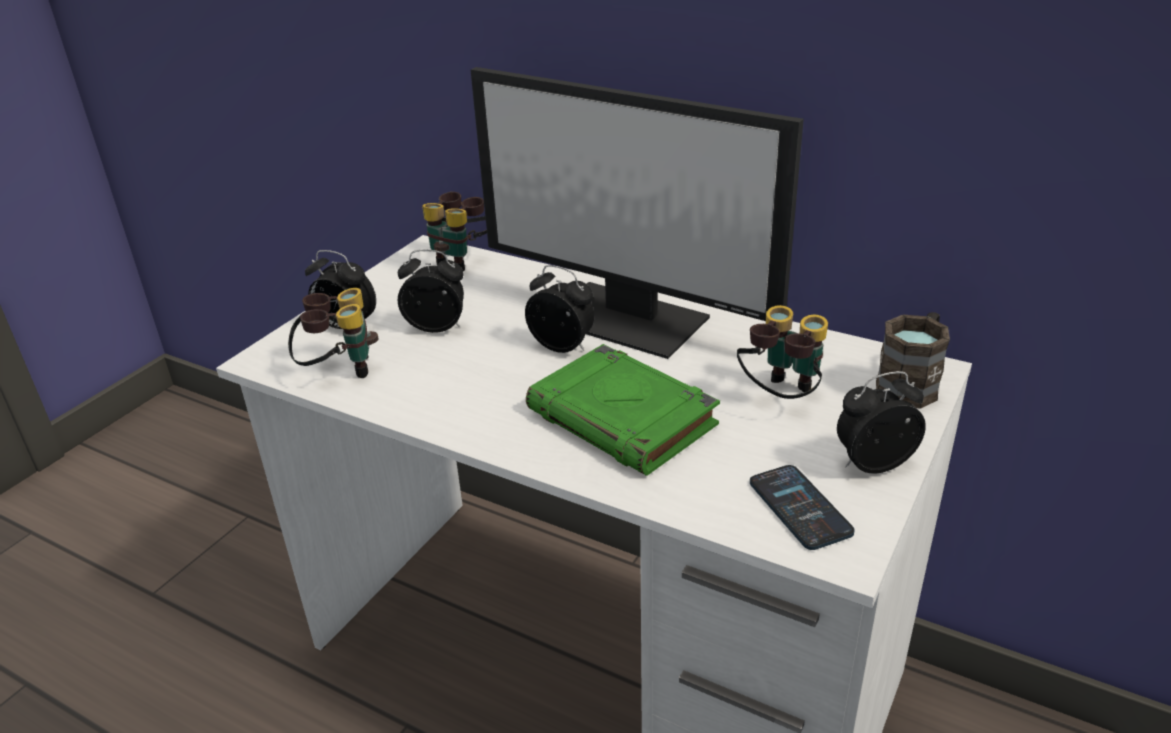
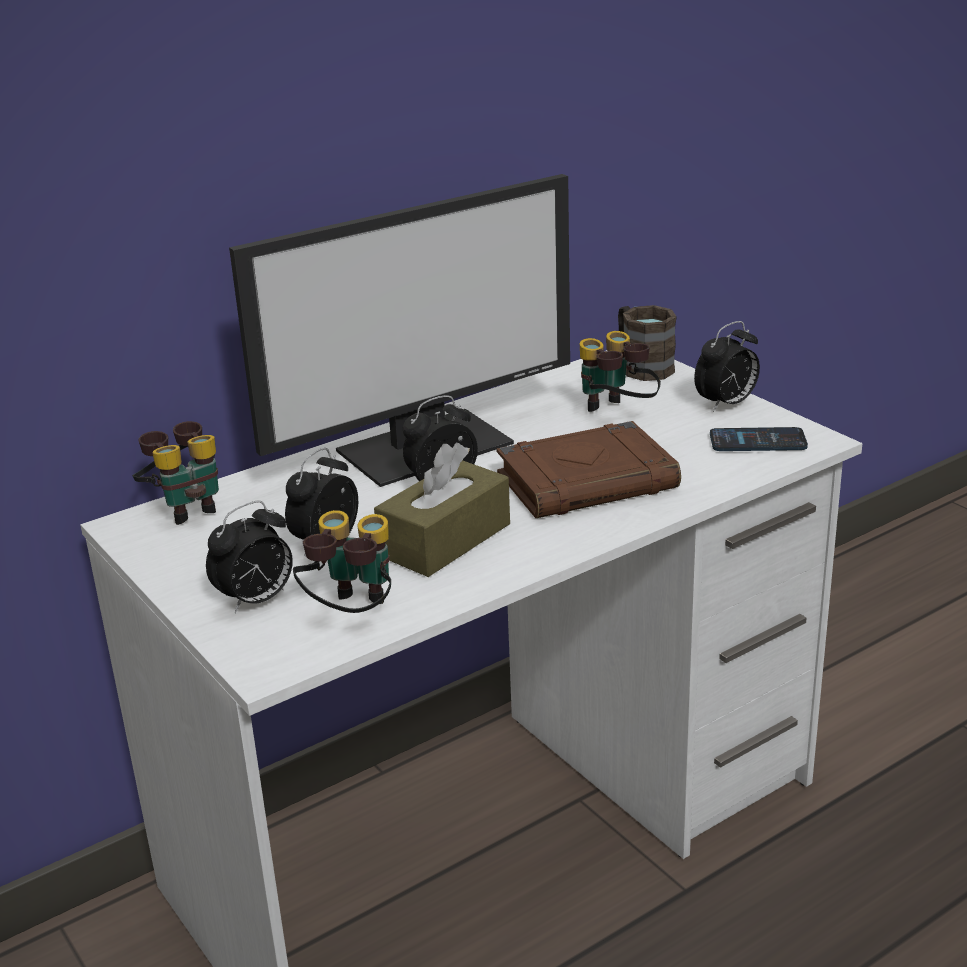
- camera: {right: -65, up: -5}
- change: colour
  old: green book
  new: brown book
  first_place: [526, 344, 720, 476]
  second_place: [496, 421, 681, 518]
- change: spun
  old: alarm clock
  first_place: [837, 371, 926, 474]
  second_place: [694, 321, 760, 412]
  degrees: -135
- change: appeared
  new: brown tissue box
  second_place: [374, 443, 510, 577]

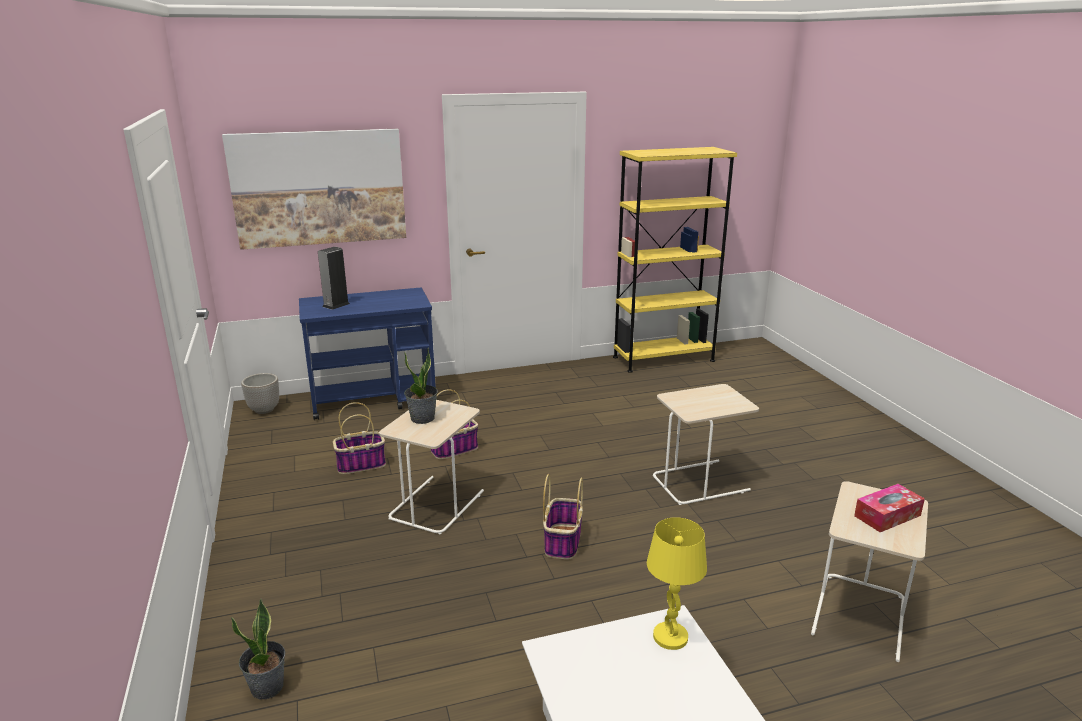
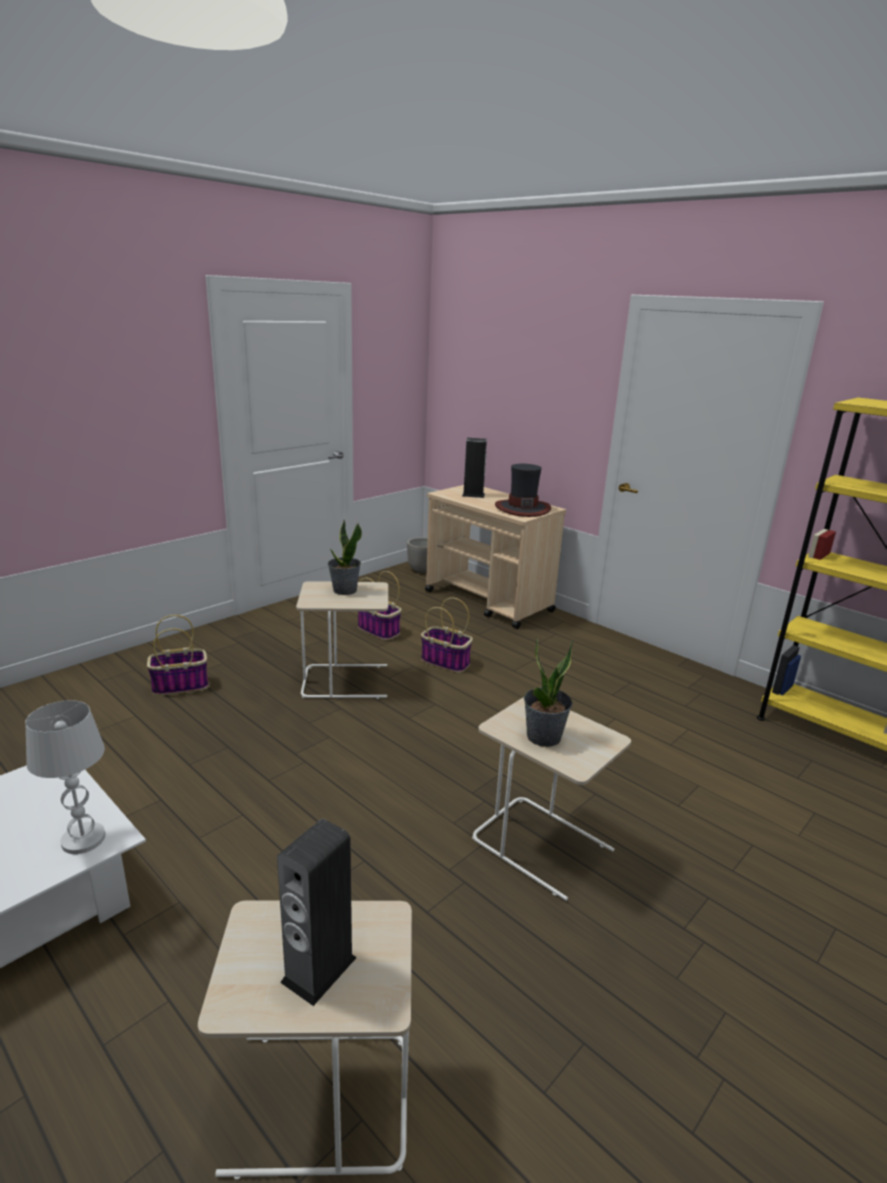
- camera: {right: 60, up: 0}
- change: missing
  old: picture
  first_place: [222, 129, 406, 250]
- change: relocated
  old: potted plant
  first_place: [231, 598, 285, 699]
  second_place: [524, 638, 573, 747]
- change: colour
  old: blue cart
  new: beige cart
  first_place: [299, 288, 437, 420]
  second_place: [425, 485, 566, 629]
- change: relocated
  old: basket
  first_place: [543, 474, 583, 560]
  second_place: [147, 615, 209, 695]
- change: colour
  old: yellow table lamp
  new: white table lamp
  first_place: [647, 517, 707, 650]
  second_place: [26, 700, 105, 854]
- change: exchanged
  old: tissue box
  new: speaker
  first_place: [854, 484, 925, 532]
  second_place: [277, 819, 357, 1006]
- change: appeared
  new: hat
  second_place: [495, 464, 551, 517]

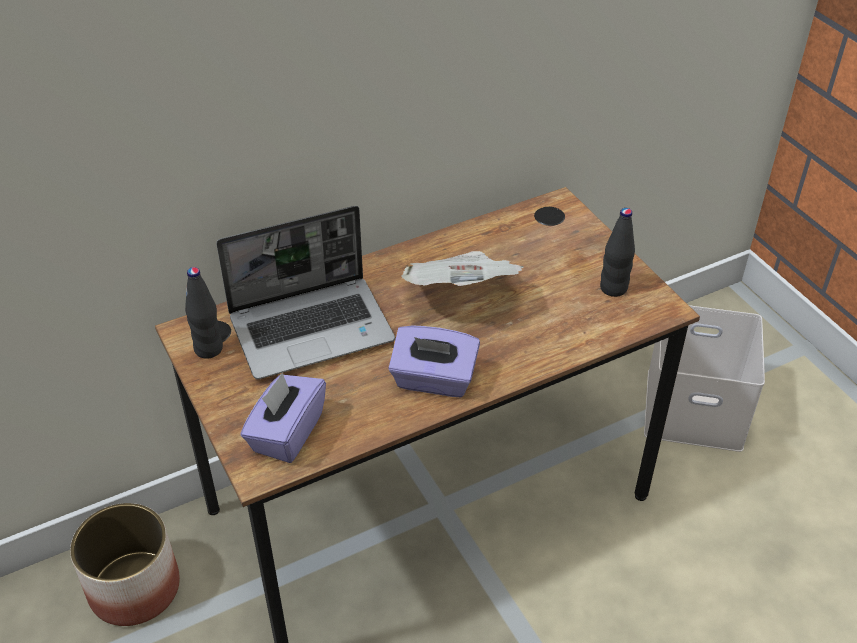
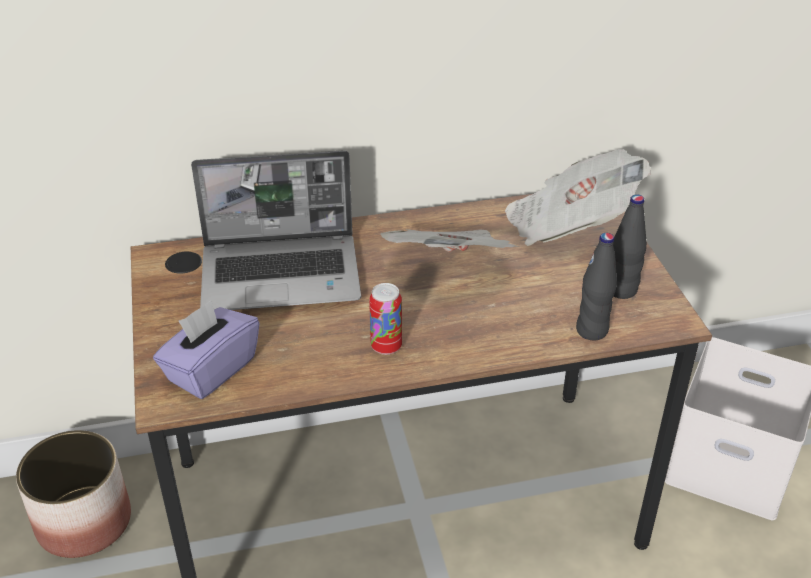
- camera: {right: 15, up: -5}
- change: relocated
  old: black bottle
  first_place: [185, 267, 223, 359]
  second_place: [576, 233, 617, 340]
- change: exchanged
  old: purple tissue box
  new: can
  first_place: [388, 325, 480, 397]
  second_place: [369, 283, 402, 355]
- change: appeared
  new: newspaper
  second_place: [505, 149, 651, 246]

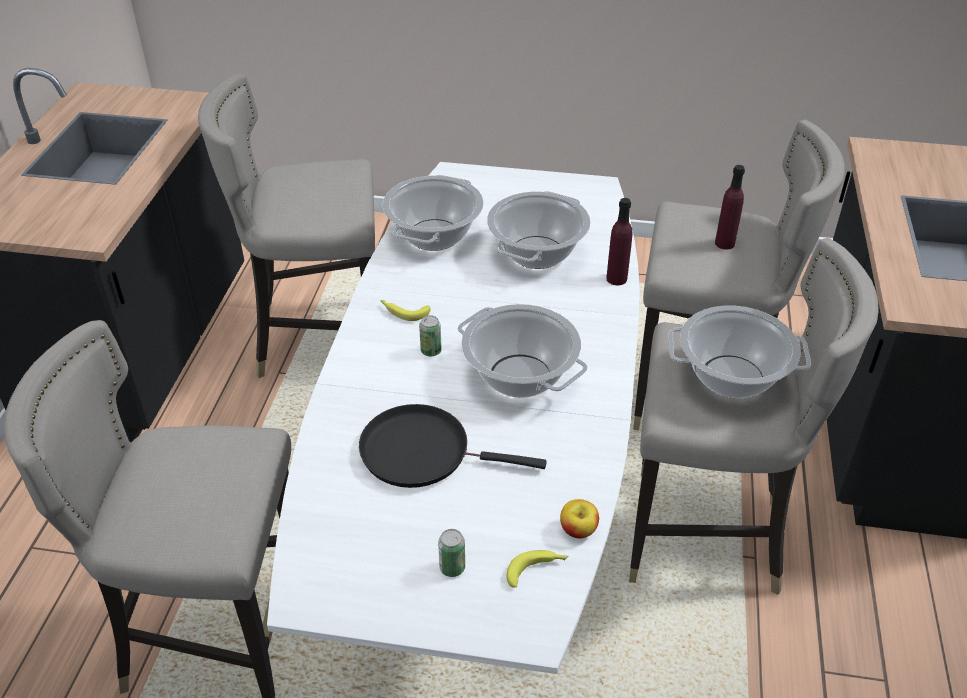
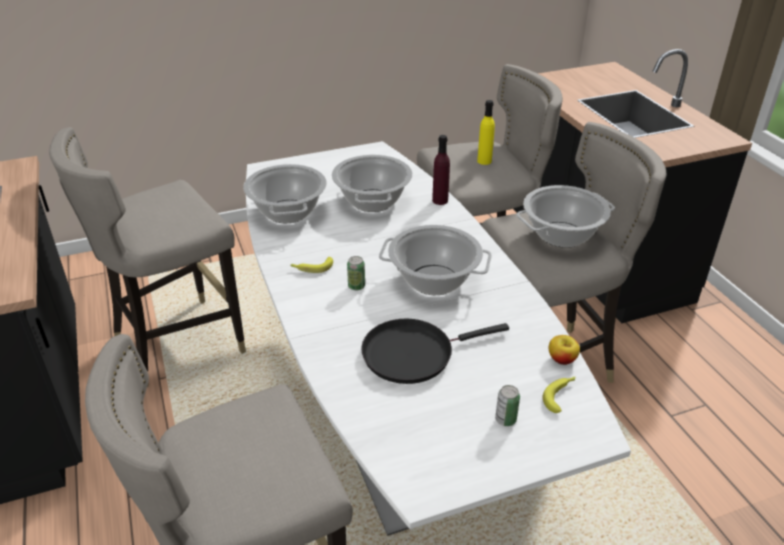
- camera: {right: -30, up: -5}
- change: colour
  old: purple bottle
  new: yellow bottle
  first_place: [715, 165, 745, 249]
  second_place: [477, 100, 495, 165]

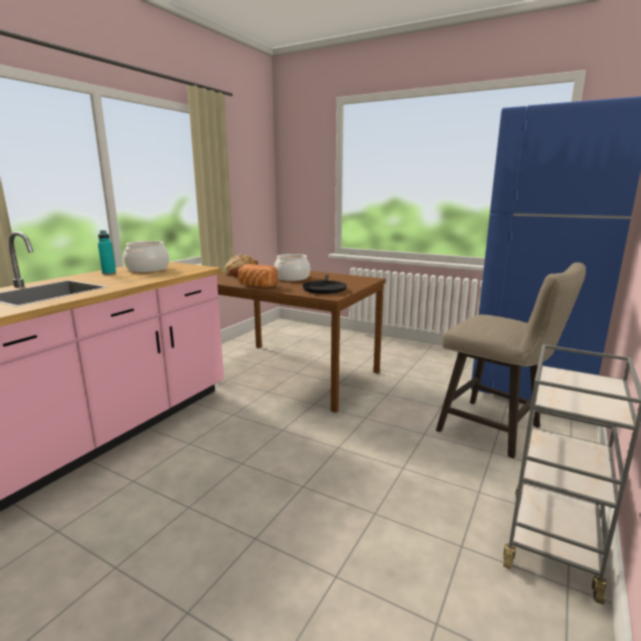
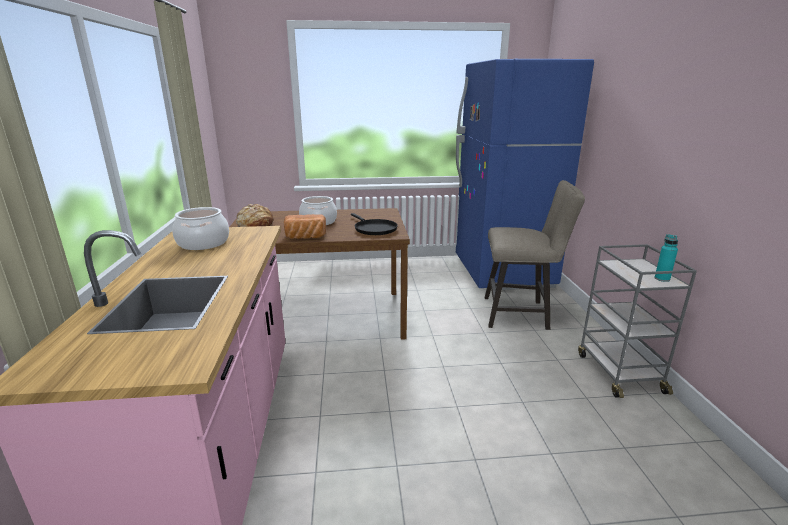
- camera: {right: -35, up: 5}
- change: relocated
  old: turquoise bottle
  first_place: [98, 230, 116, 275]
  second_place: [654, 234, 678, 282]

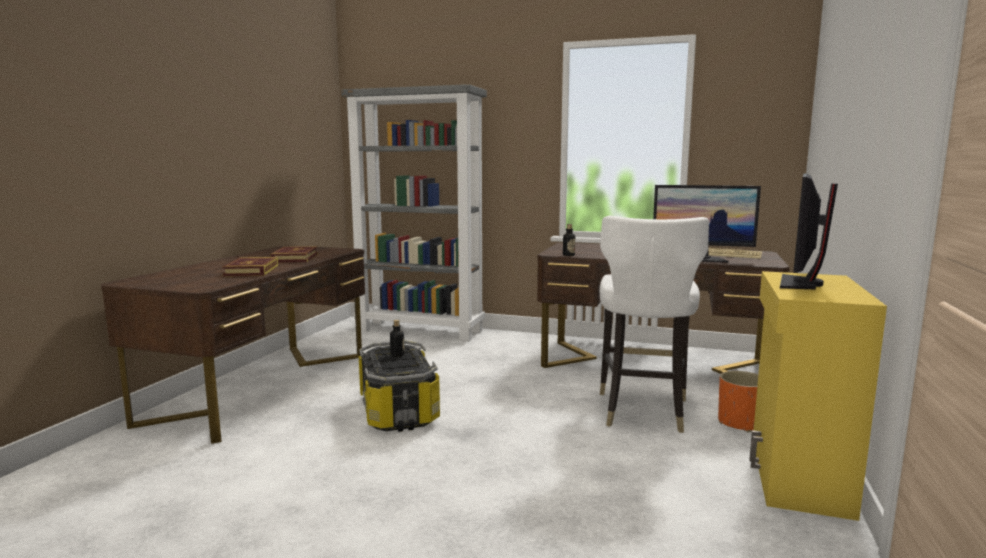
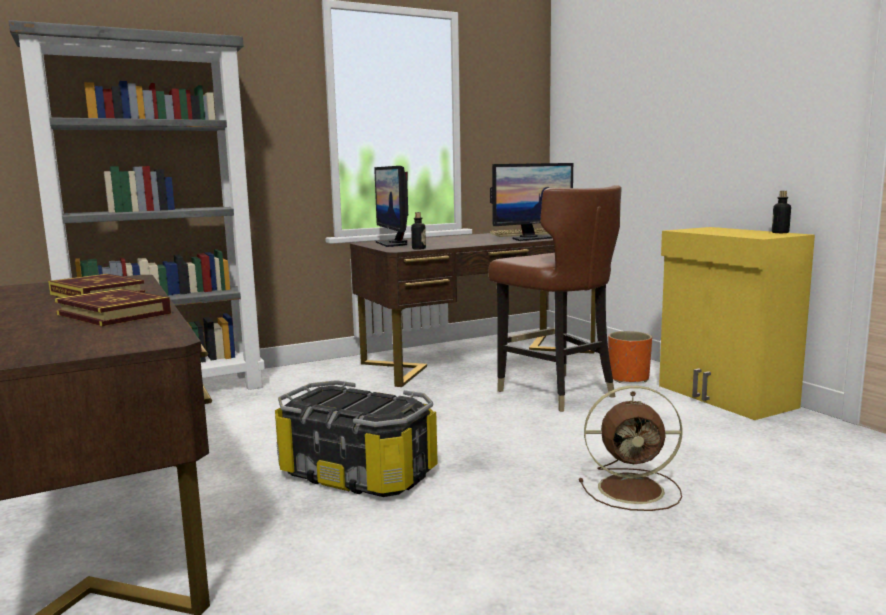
- camera: {right: -45, up: 0}
- change: relocated
  old: bottle
  first_place: [390, 320, 405, 357]
  second_place: [772, 191, 791, 233]
- change: colour
  old: white chair
  new: brown chair
  first_place: [600, 216, 709, 433]
  second_place: [488, 185, 622, 412]
- change: relocated
  old: monitor
  first_place: [780, 174, 838, 289]
  second_place: [374, 166, 408, 247]
- change: appeared
  new: brown fan
  second_place: [579, 386, 683, 511]

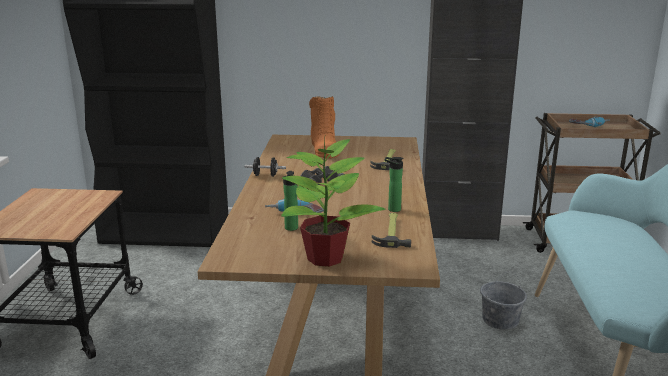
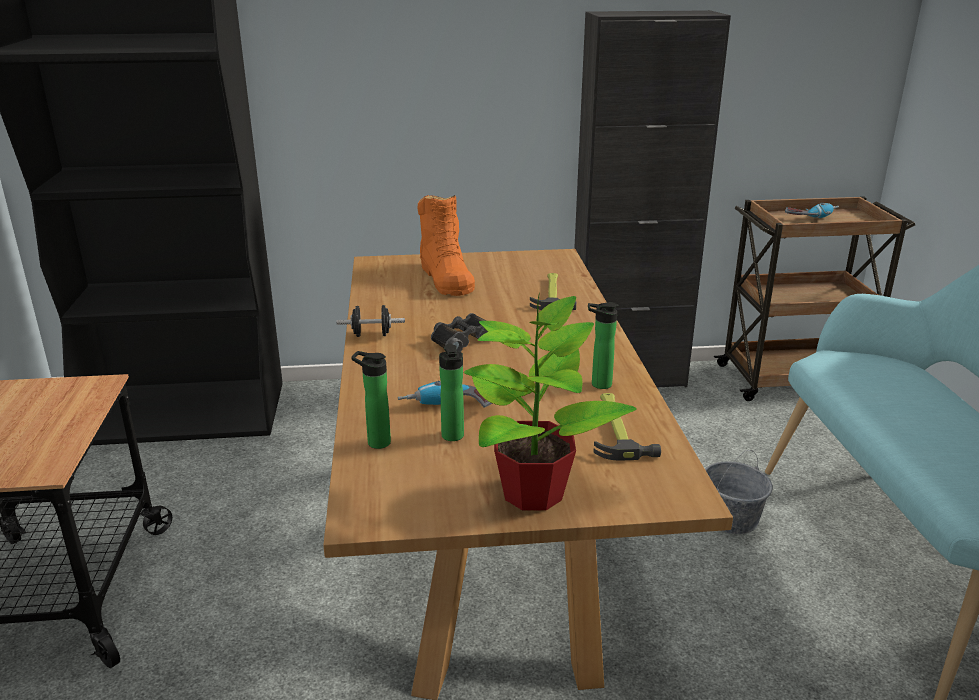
- camera: {right: -10, up: 5}
- change: appeared
  new: bottle
  second_place: [351, 351, 391, 449]

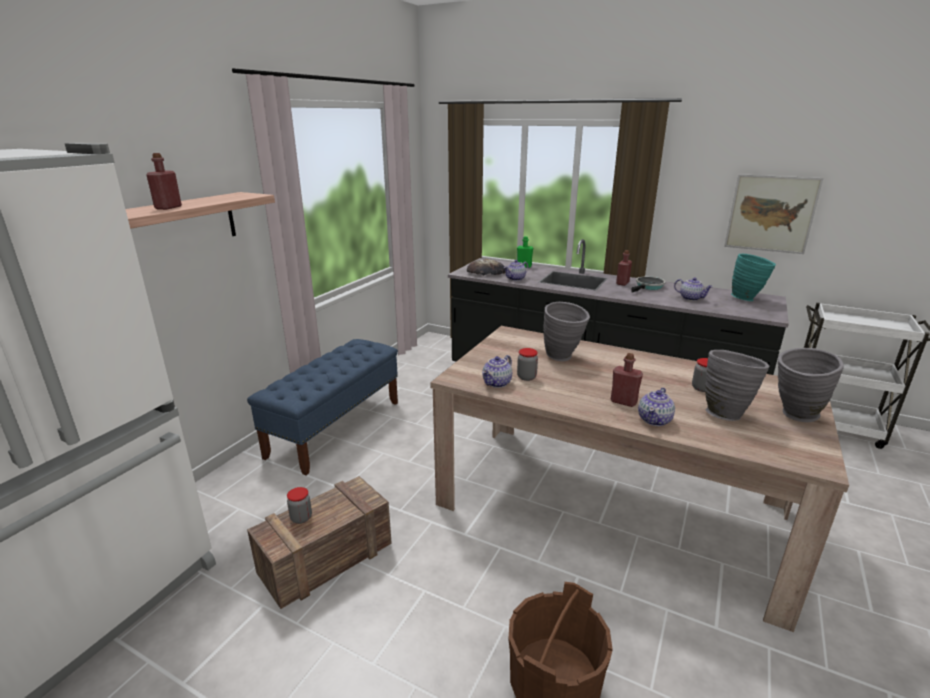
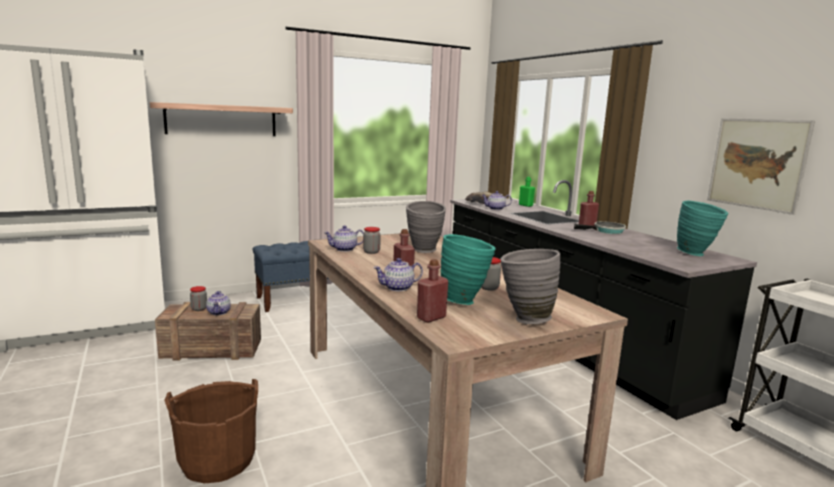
- camera: {right: 35, up: -10}
- change: relocated
  old: red bottle
  first_place: [146, 153, 182, 210]
  second_place: [417, 259, 448, 323]
- change: relocated
  old: teapot
  first_place: [674, 278, 713, 301]
  second_place: [206, 291, 231, 315]
- change: colour
  old: grey vase
  new: turquoise vase
  first_place: [705, 350, 769, 421]
  second_place: [440, 234, 496, 305]

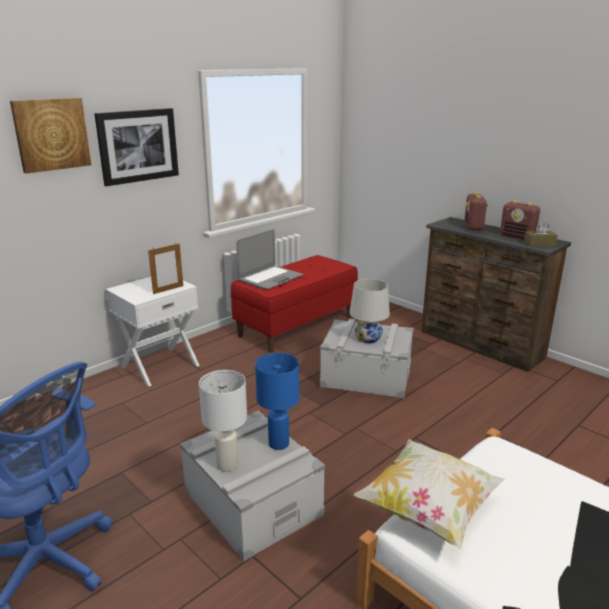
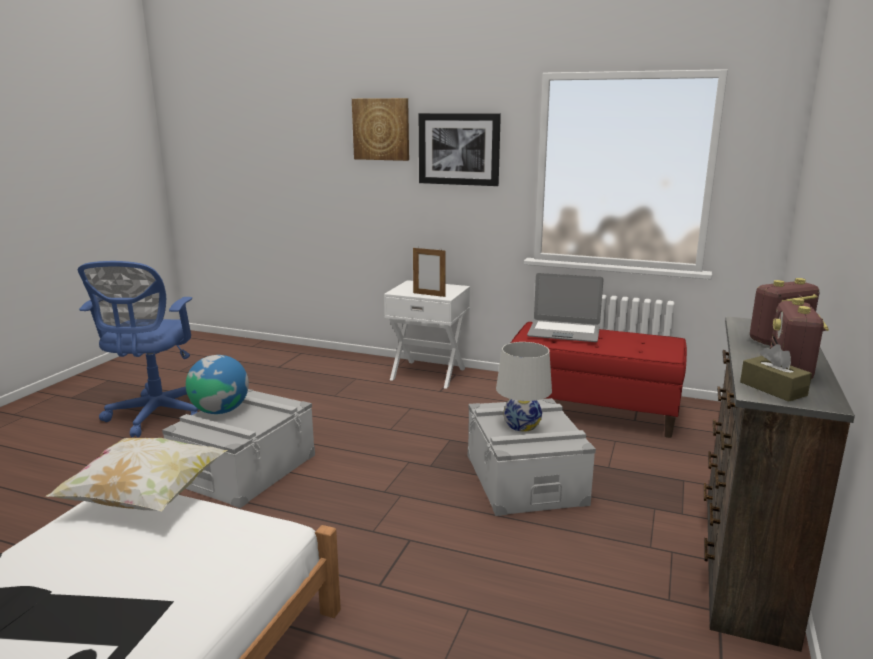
- camera: {right: 65, up: -5}
- change: exchanged
  old: white table lamp
  new: globe
  first_place: [199, 370, 247, 472]
  second_place: [186, 355, 249, 414]
- change: missing
  old: blue table lamp
  first_place: [255, 353, 299, 450]

